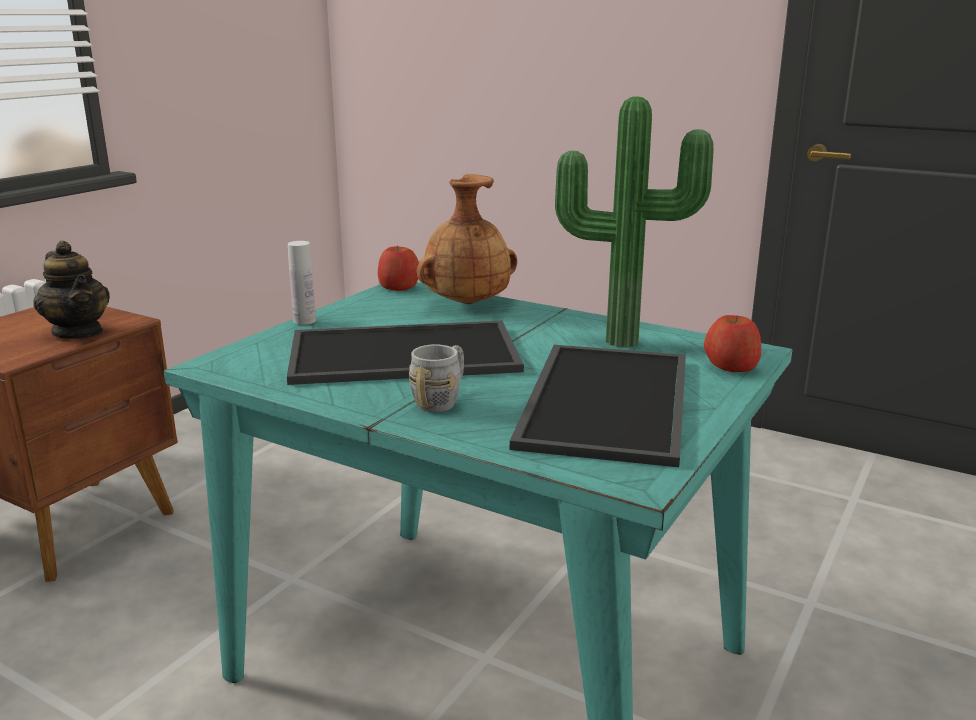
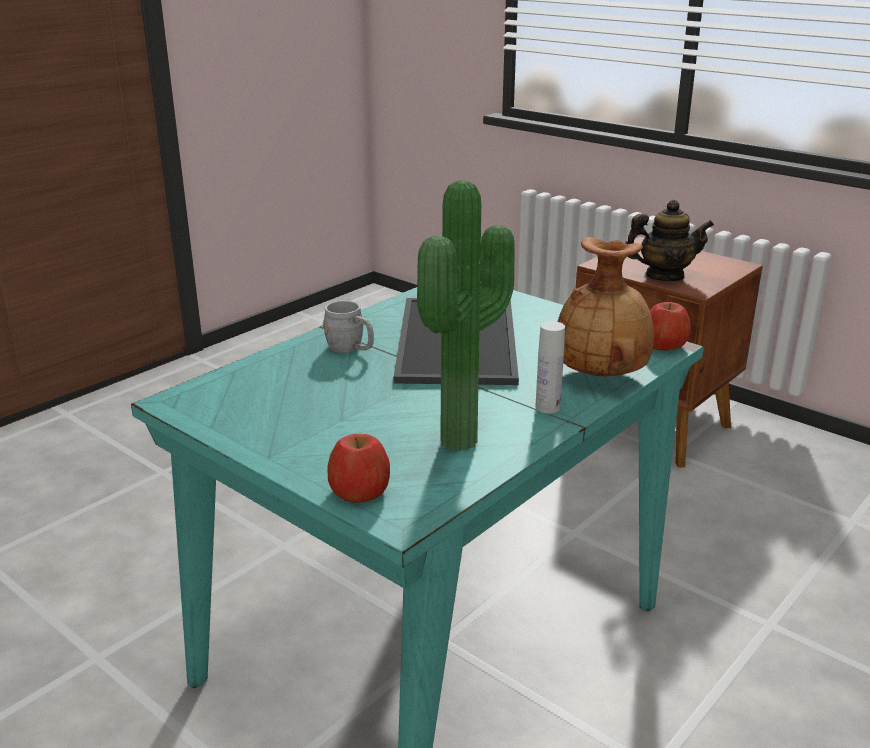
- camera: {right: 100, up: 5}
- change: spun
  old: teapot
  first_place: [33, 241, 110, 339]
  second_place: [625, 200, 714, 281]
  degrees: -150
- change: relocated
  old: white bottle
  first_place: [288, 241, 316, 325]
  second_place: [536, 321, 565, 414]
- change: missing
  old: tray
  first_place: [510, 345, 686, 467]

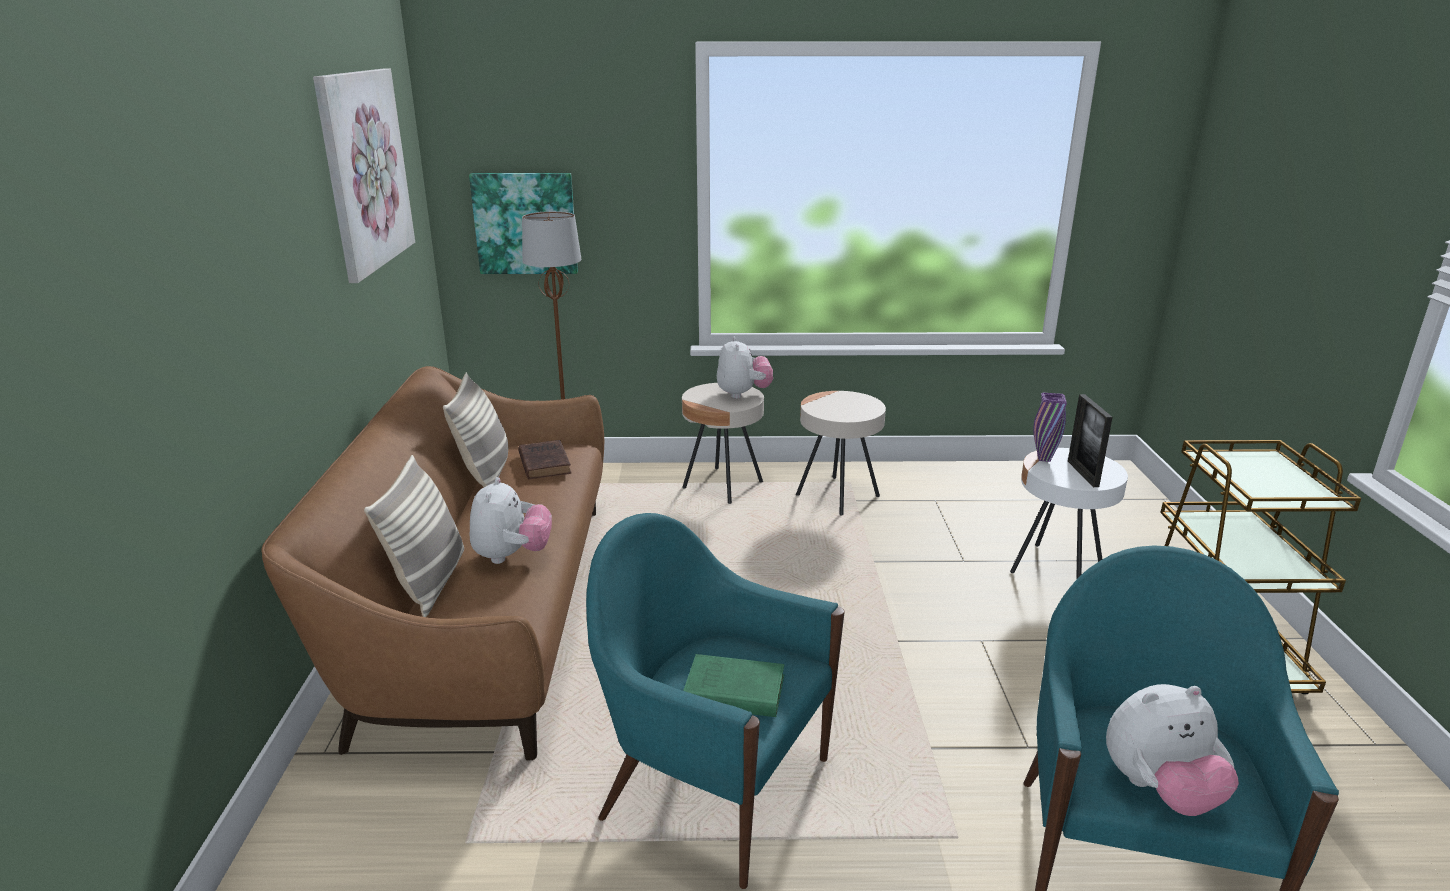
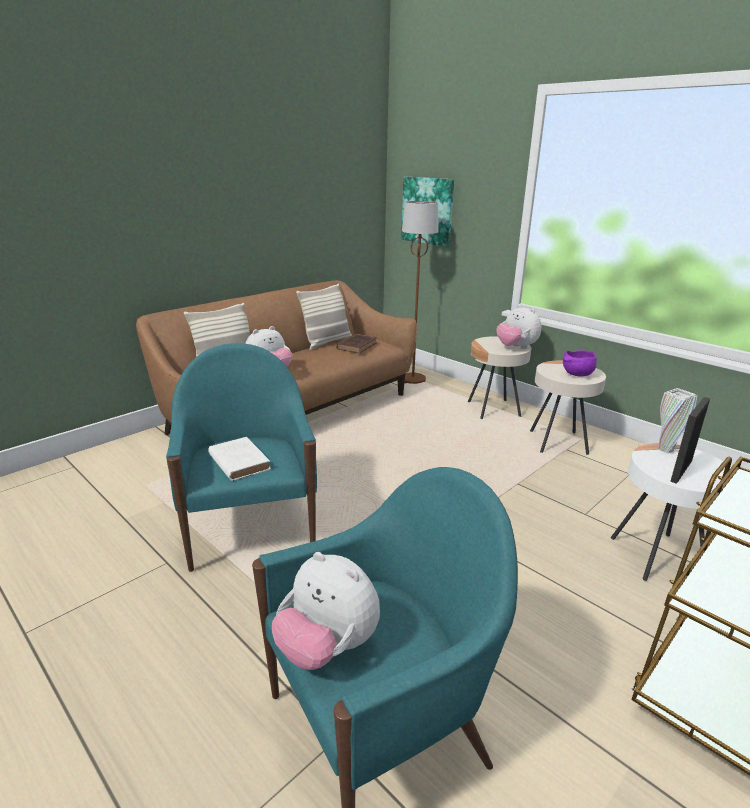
- camera: {right: 45, up: 0}
- change: missing
  old: picture
  first_place: [313, 69, 415, 283]
- change: colour
  old: green book
  new: white book
  first_place: [683, 654, 784, 717]
  second_place: [208, 437, 271, 481]
- change: spun
  old: plush toy
  first_place: [717, 337, 773, 399]
  second_place: [496, 305, 541, 349]
  degrees: 105
- change: colour
  old: purple vase
  new: white vase
  first_place: [1033, 392, 1067, 462]
  second_place: [658, 388, 697, 454]
- change: appeared
  new: purple bowl
  second_place: [563, 350, 597, 377]

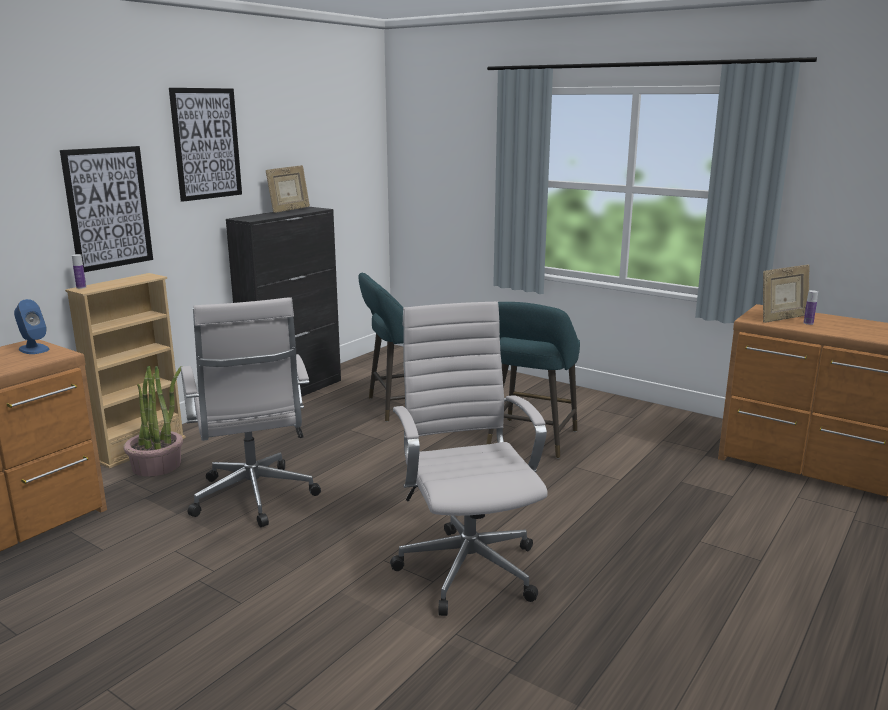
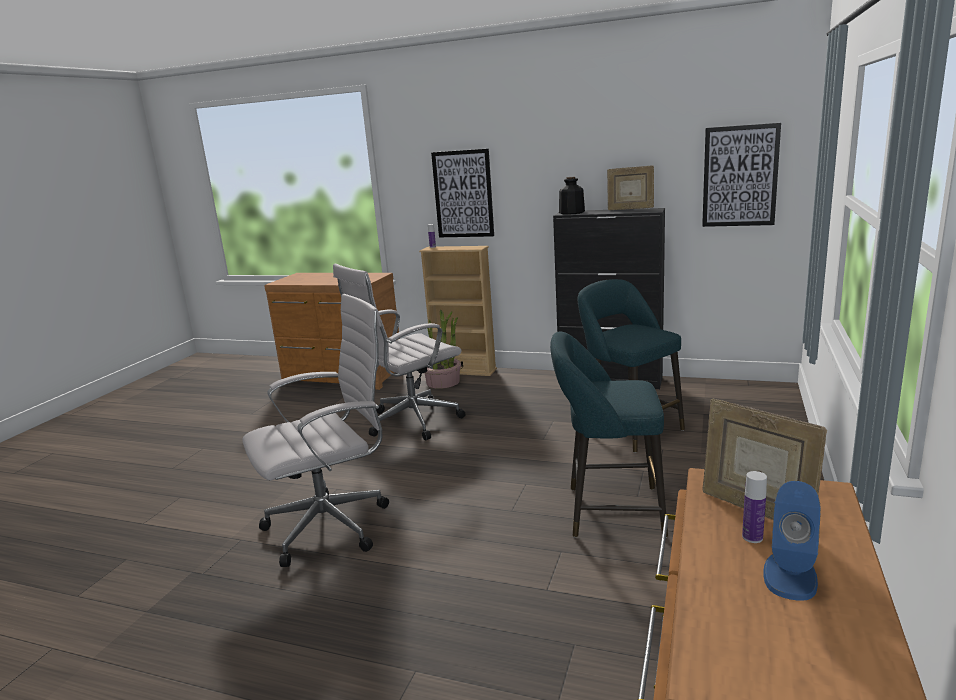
- camera: {right: 75, up: 0}
- change: relocated
  old: blue speaker
  first_place: [14, 299, 49, 354]
  second_place: [763, 481, 821, 601]
- change: relocated
  old: picture
  first_place: [169, 88, 242, 202]
  second_place: [702, 123, 781, 227]
- change: appeared
  new: bottle
  second_place: [559, 177, 585, 215]

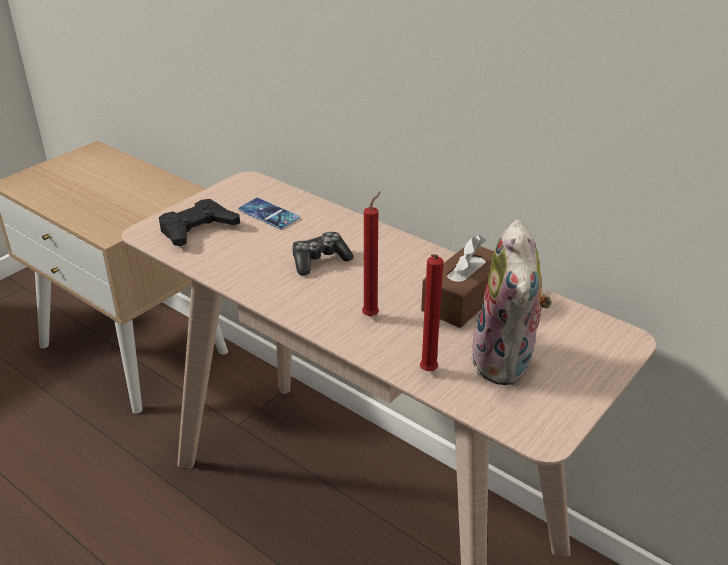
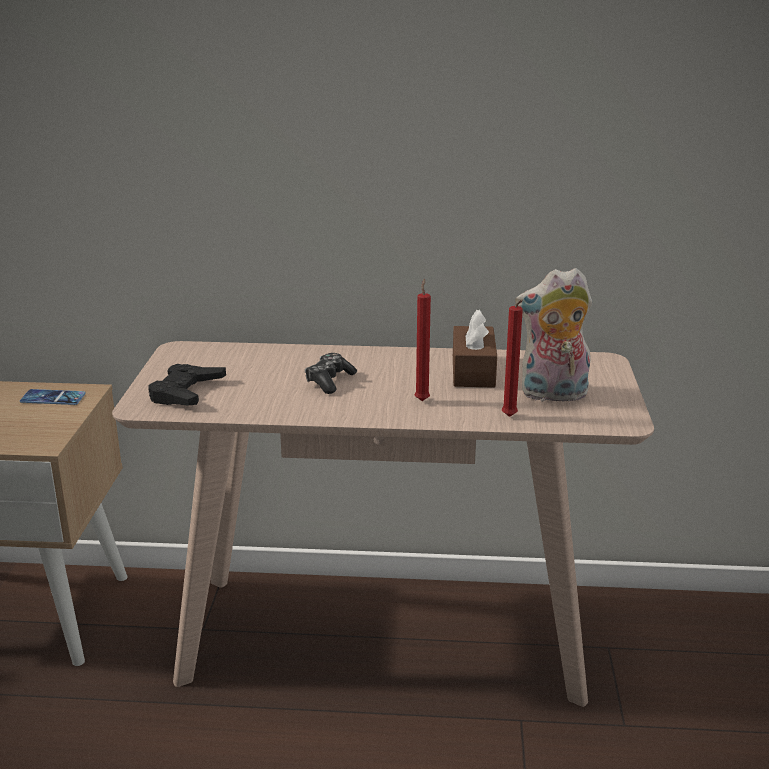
- camera: {right: -35, up: -10}
- change: relocated
  old: phone
  first_place: [238, 198, 300, 229]
  second_place: [20, 389, 86, 405]
- change: spun
  old: plush toy
  first_place: [471, 220, 552, 385]
  second_place: [515, 268, 592, 401]
  degrees: 120

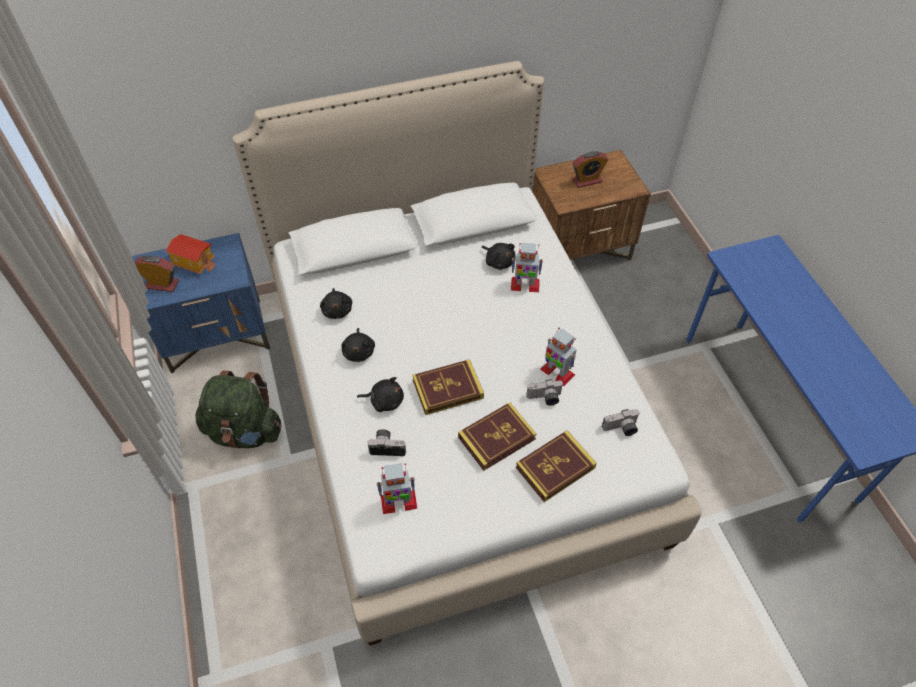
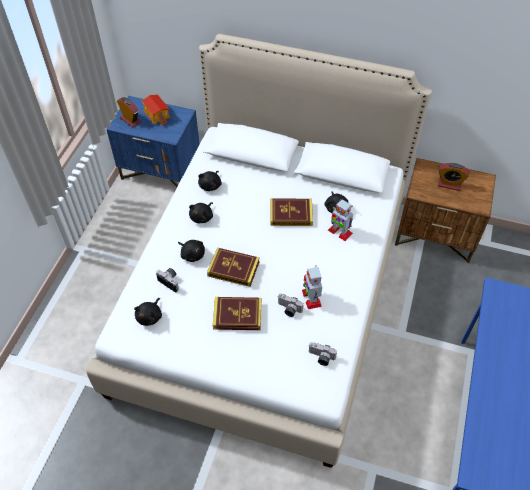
- camera: {right: 35, up: 0}
- change: missing
  old: green backpack
  first_place: [195, 371, 281, 448]
- change: exchanged
  old: toy robot
  new: black plush toy
  first_place: [377, 463, 417, 514]
  second_place: [134, 298, 162, 326]
- change: relocated
  old: book
  first_place: [516, 430, 597, 502]
  second_place: [270, 199, 313, 226]

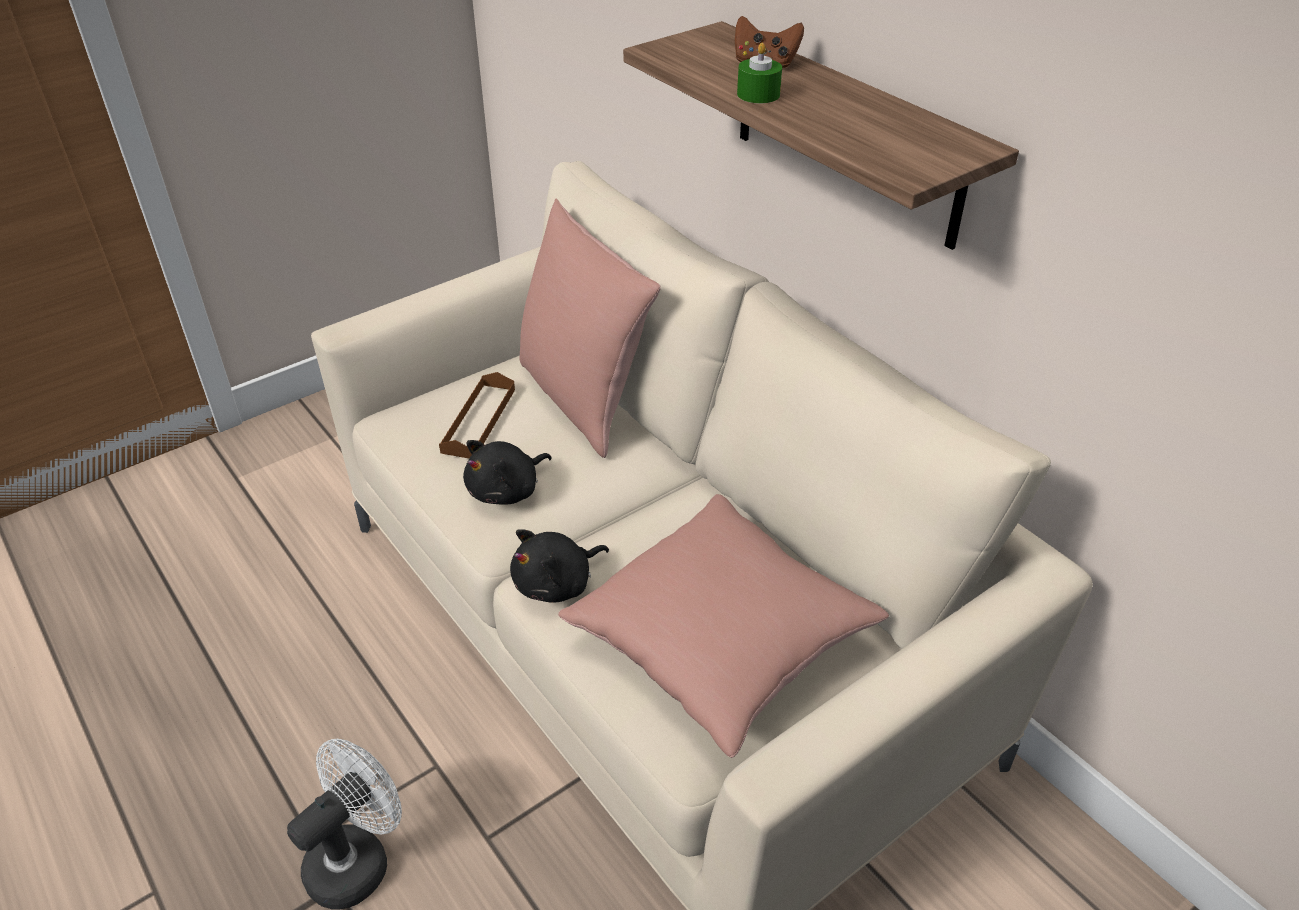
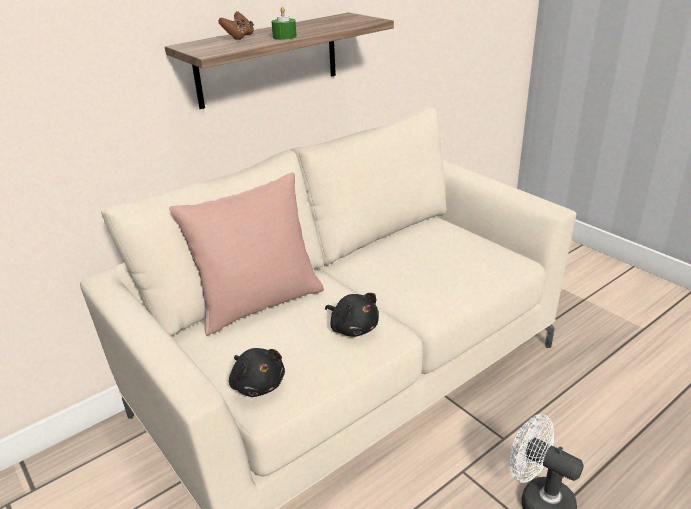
- camera: {right: -90, up: -10}
- change: missing
  old: brown tray
  first_place: [439, 372, 515, 458]
- change: relocated
  old: black plush toy
  first_place: [510, 529, 609, 603]
  second_place: [229, 348, 285, 397]
- change: missing
  old: pink pillow
  first_place: [558, 494, 889, 758]

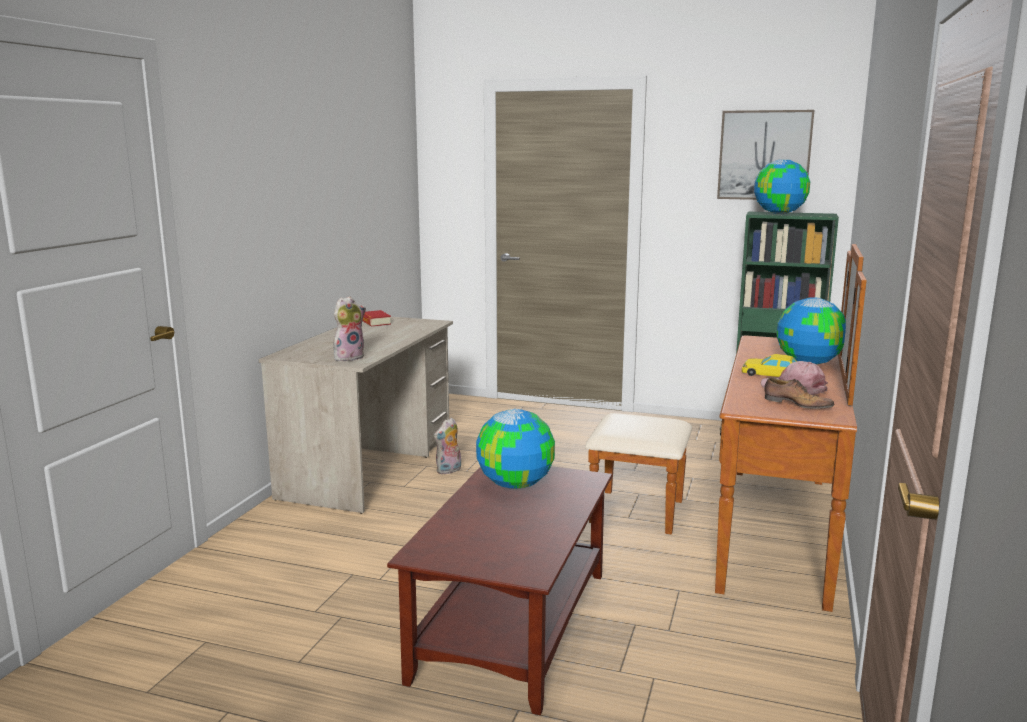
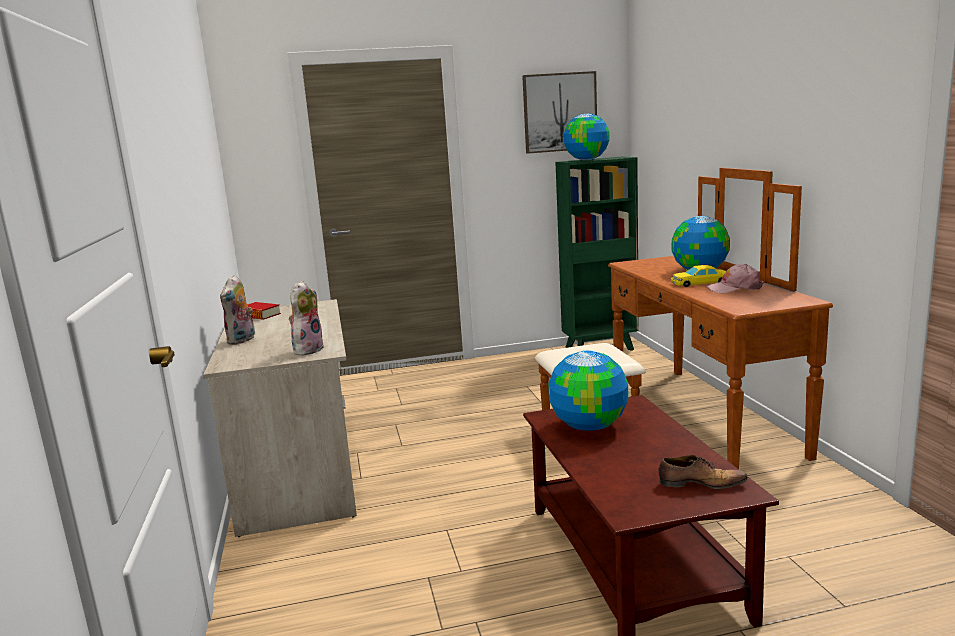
- camera: {right: -30, up: 0}
- change: relocated
  old: plush toy
  first_place: [434, 418, 461, 475]
  second_place: [220, 275, 255, 345]
- change: relocated
  old: shoe
  first_place: [764, 378, 835, 409]
  second_place: [658, 455, 748, 489]

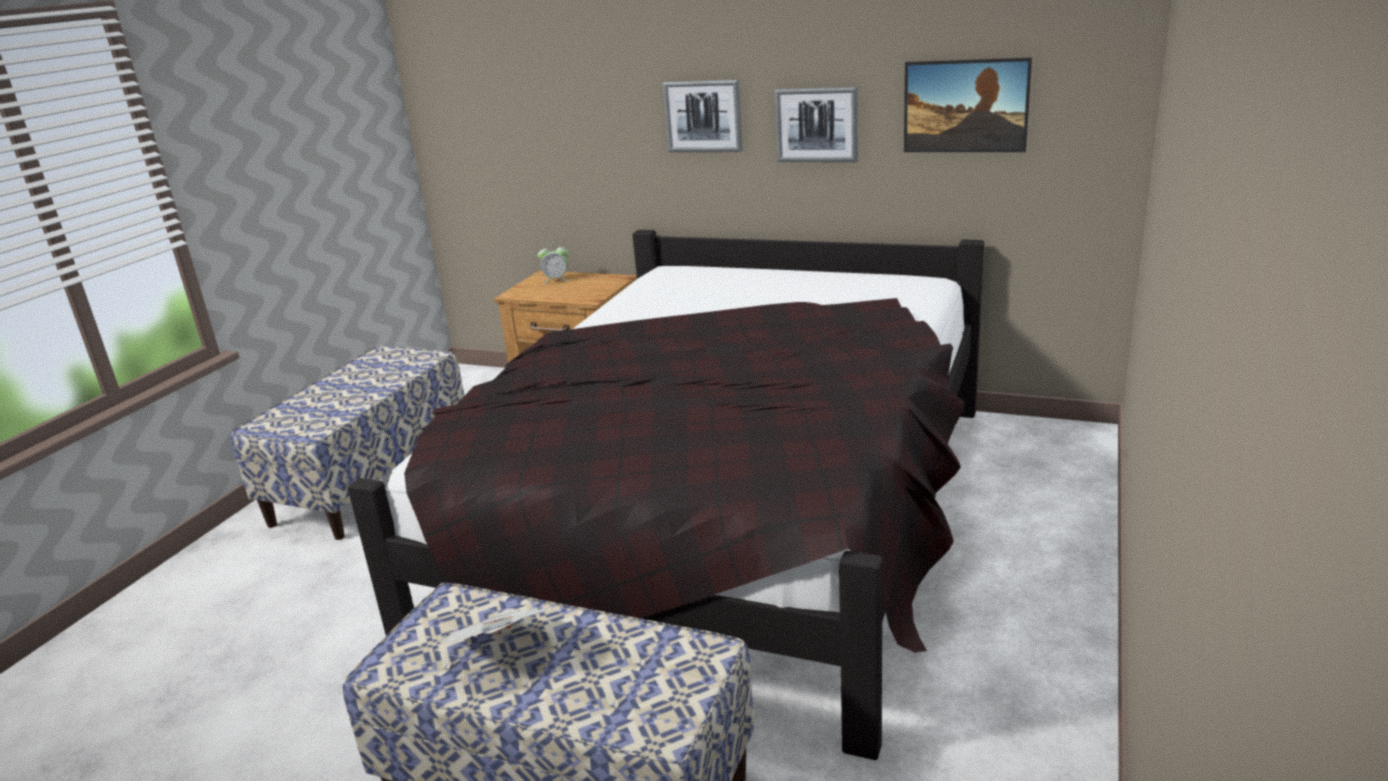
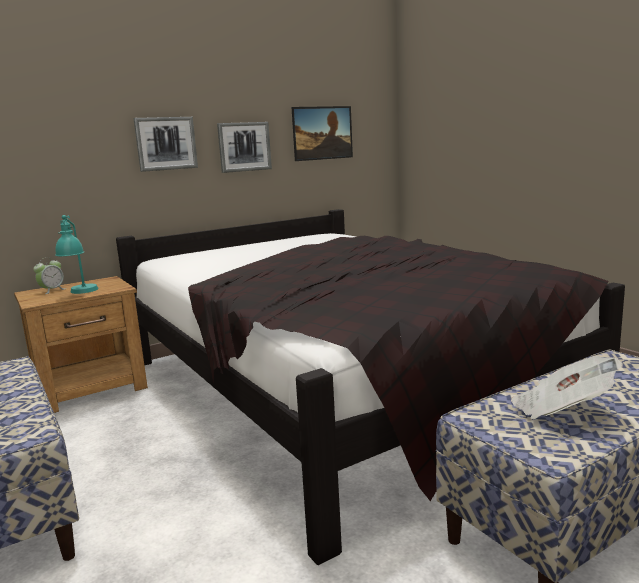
- camera: {right: -55, up: -10}
- change: appeared
  new: turquoise table lamp
  second_place: [55, 215, 98, 294]

